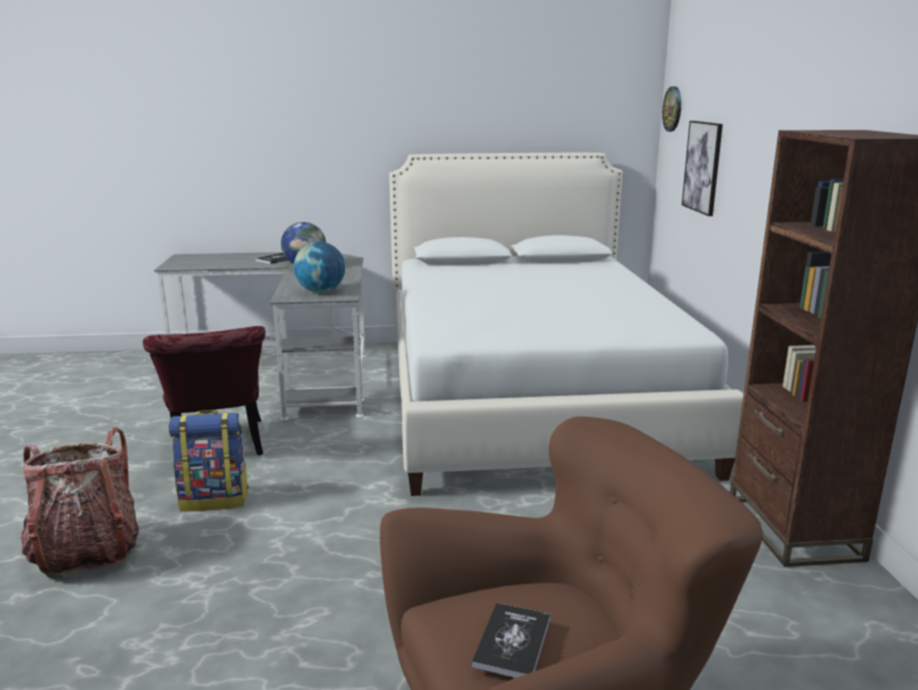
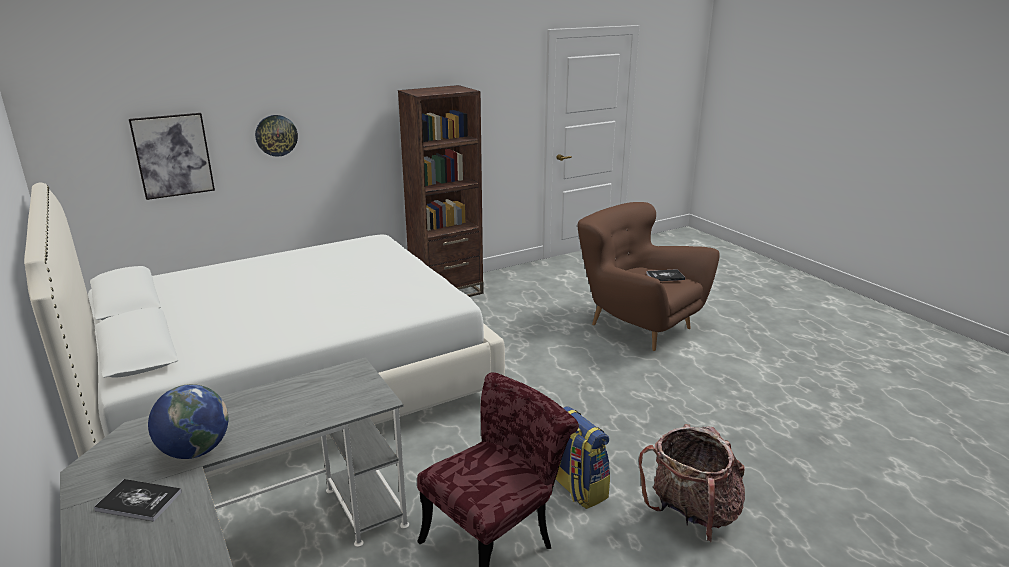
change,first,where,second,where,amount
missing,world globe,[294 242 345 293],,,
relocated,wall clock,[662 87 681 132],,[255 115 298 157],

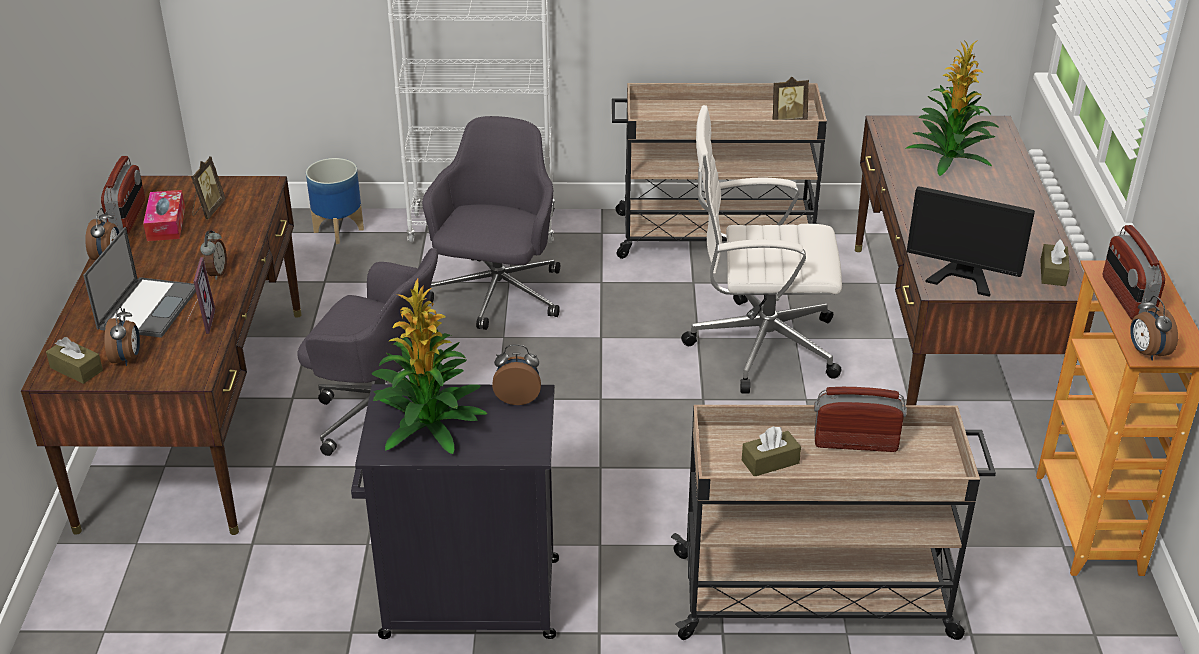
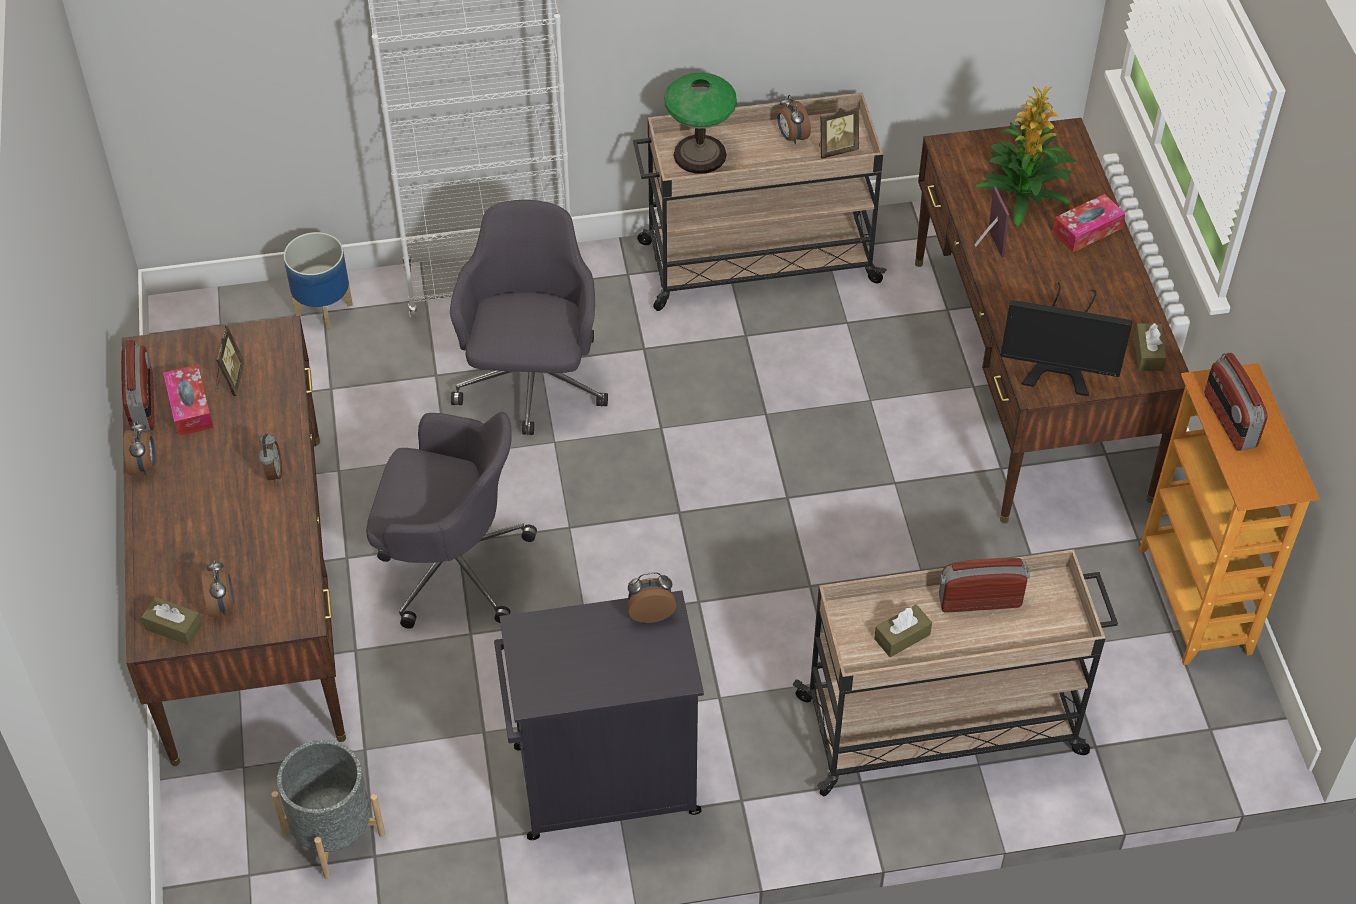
change,first,where,second,where,amount
missing,laptop,[83 227 196 338],,,
missing,plant in a pot,[372 279 488 454],,,
missing,computer chair (whitish),[681 105 842 394],,,
appeared,,,flower pot (grey),[271 740 385 879],
appeared,,,lamp for a table,[664 73 737 174],
appeared,,,tissue box,[1053 194 1126 252],
relocated,picture frame,[187 257 215 334],,[974 186 1009 257],
relocated,alarm clock,[1130 296 1178 361],,[777 95 811 144],

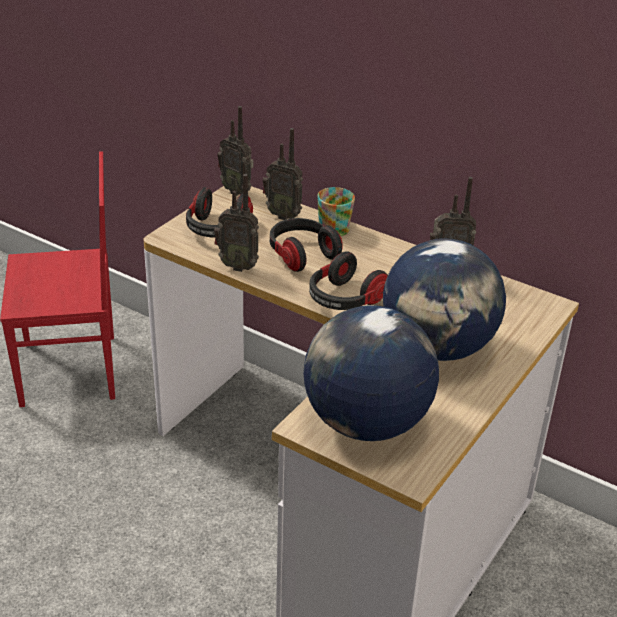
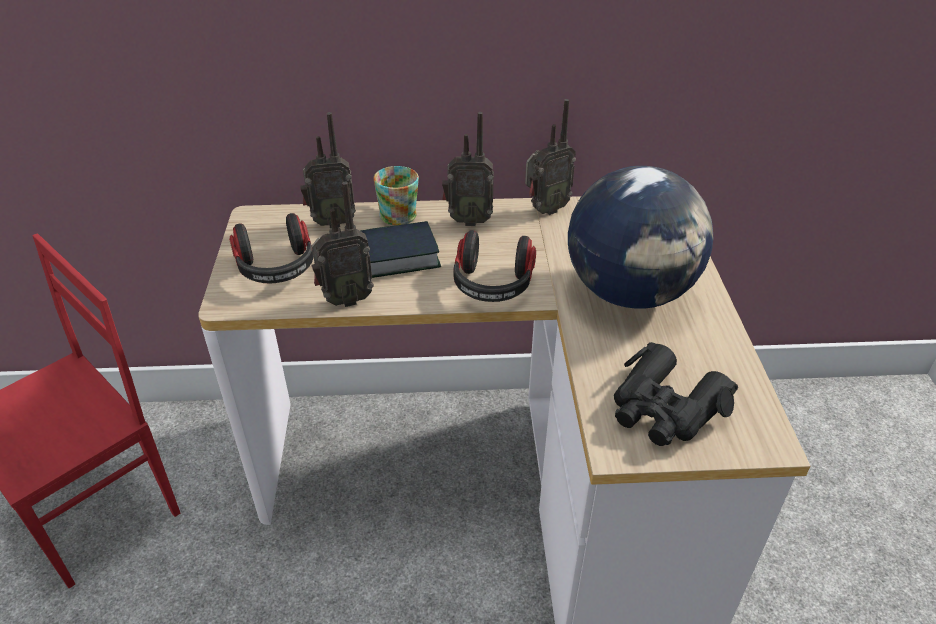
change,first,where,second,where,amount
relocated,radio set,[217 106 254 196],,[442 112 494 226],
exchanged,headset,[270 218 343 272],bound book,[360 221 441 278],
exchanged,world globe,[304 305 439 441],pair of binoculars (black-coloured),[614 342 738 446],

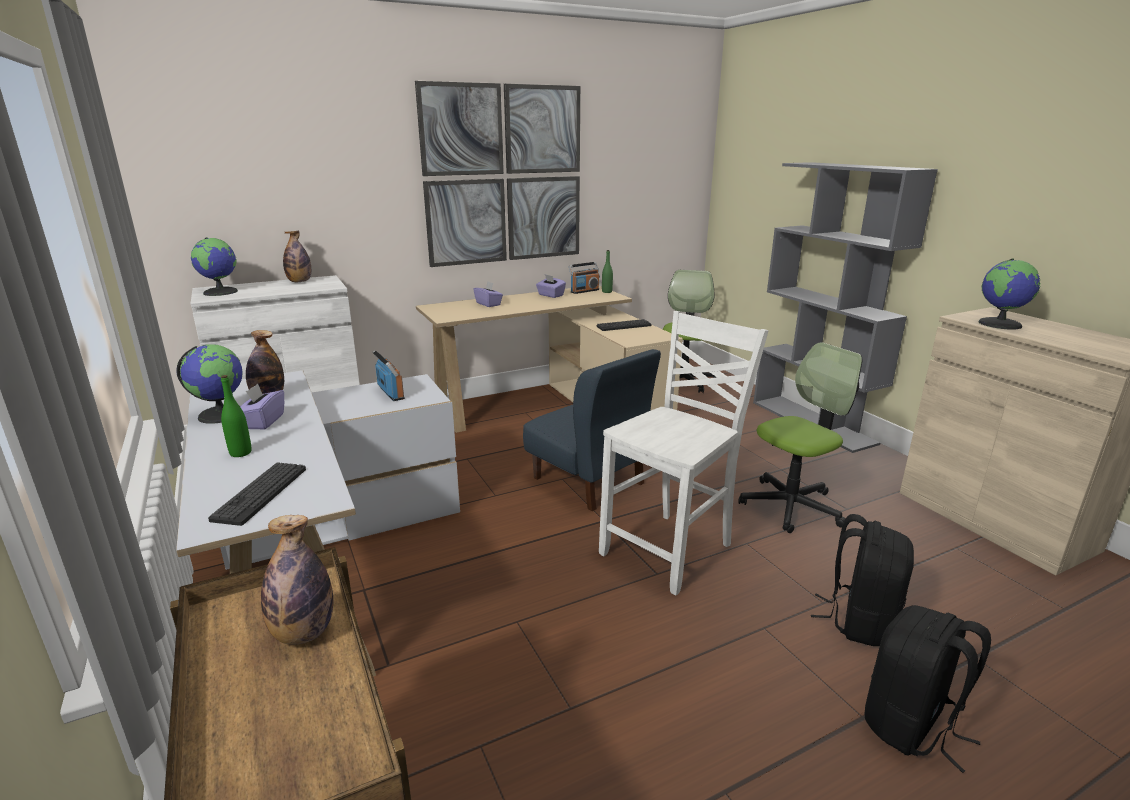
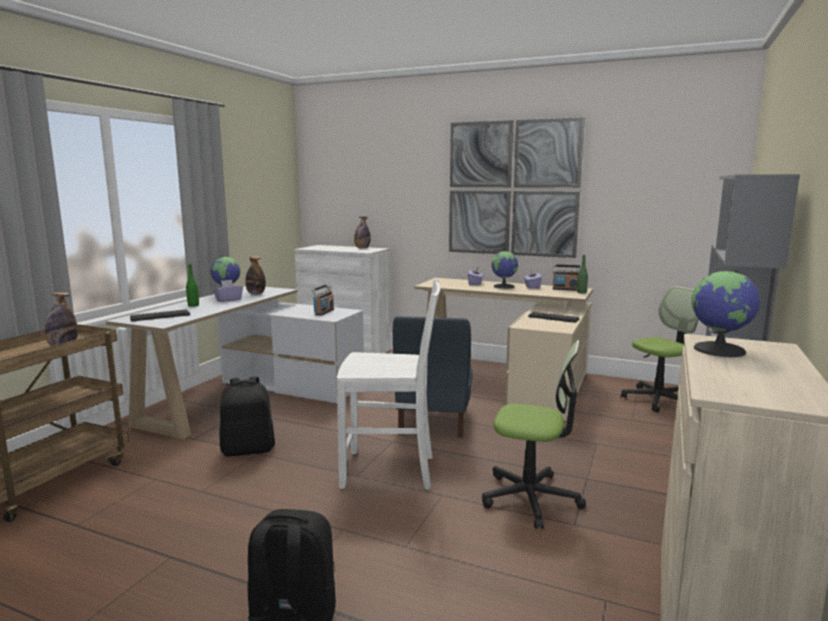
change,first,where,second,where,amount
relocated,world globe,[191 237 238 296],,[492 251 518 289],
relocated,knapsack (black-coloured),[811 514 914 646],,[219 376 275 457],

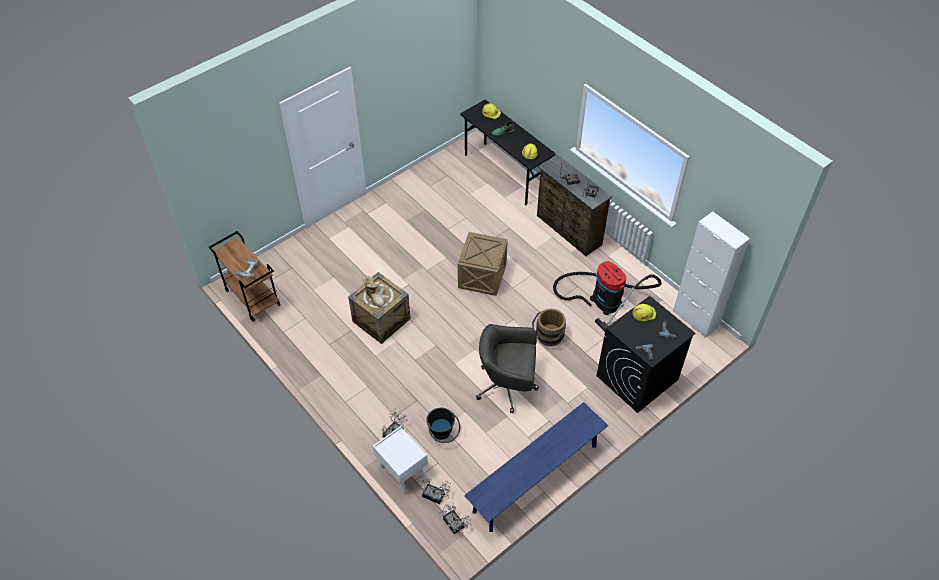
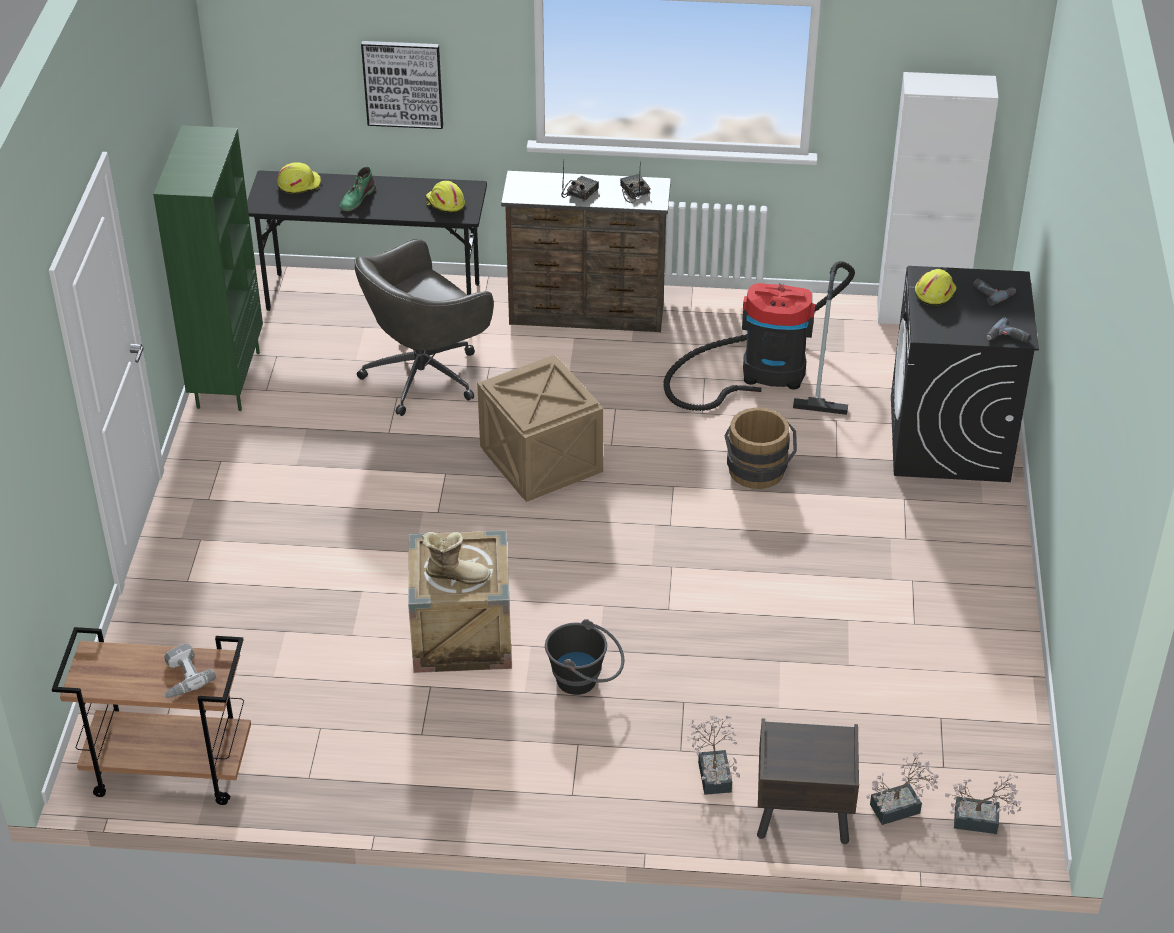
change,first,where,second,where,amount
missing,indoor bench (bluish),[464 402 608 532],,,
appeared,,,bookshelf (green),[153 125 263 411],
appeared,,,wall picture,[361 41 443 129],
relocated,bucket (black-coloured),[426 408 460 443],,[545 619 624 695],
relocated,computer chair (grey),[476 324 539 413],,[354 239 494 416],
colour,night table (whitish),[373 426 428 493],night table (brown-coloured),[757 718 859 844],

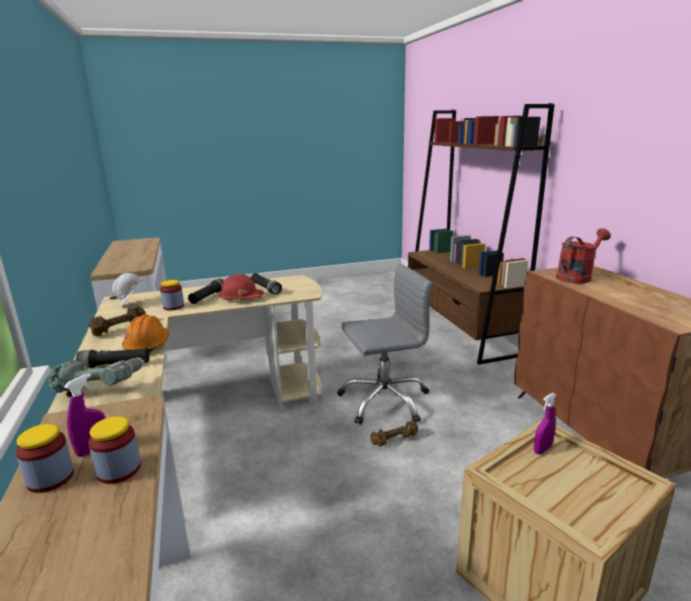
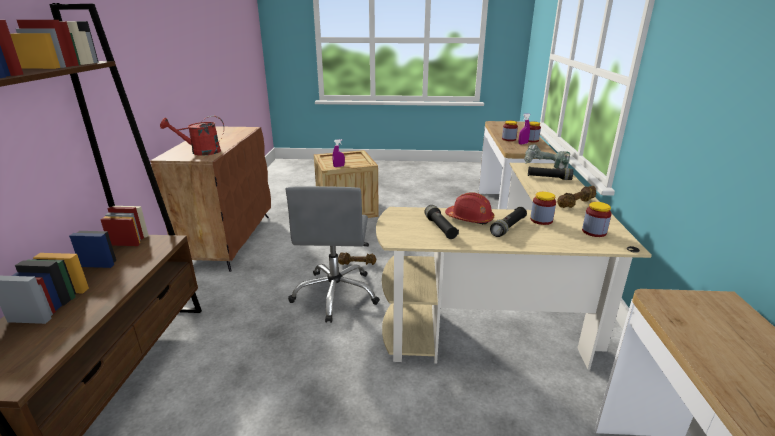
change,first,where,second,where,amount
missing,safety helmet (orange),[122 315 169 352],,,
exchanged,safety helmet (whitish),[112 273 144 307],storage jar,[582 202 612 237],
spun,computer chair (grey),[337 263 432 425],,[286 186 380 323],90 degrees counterclockwise

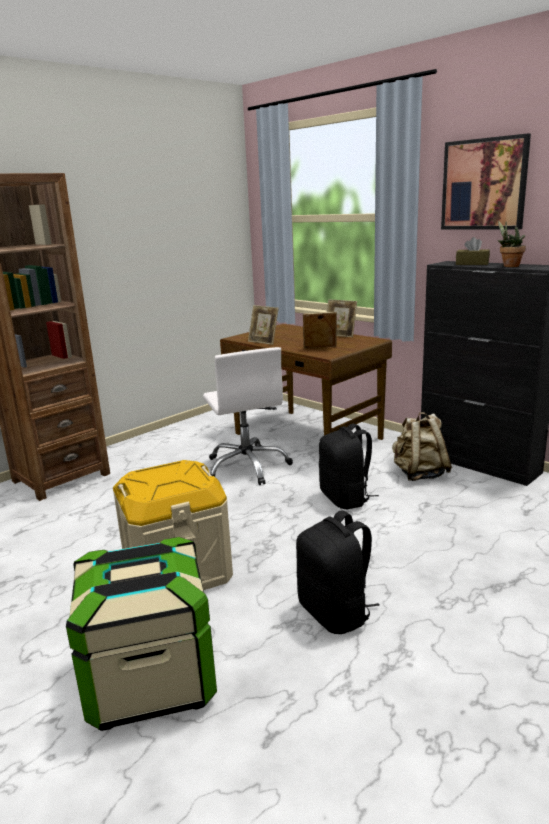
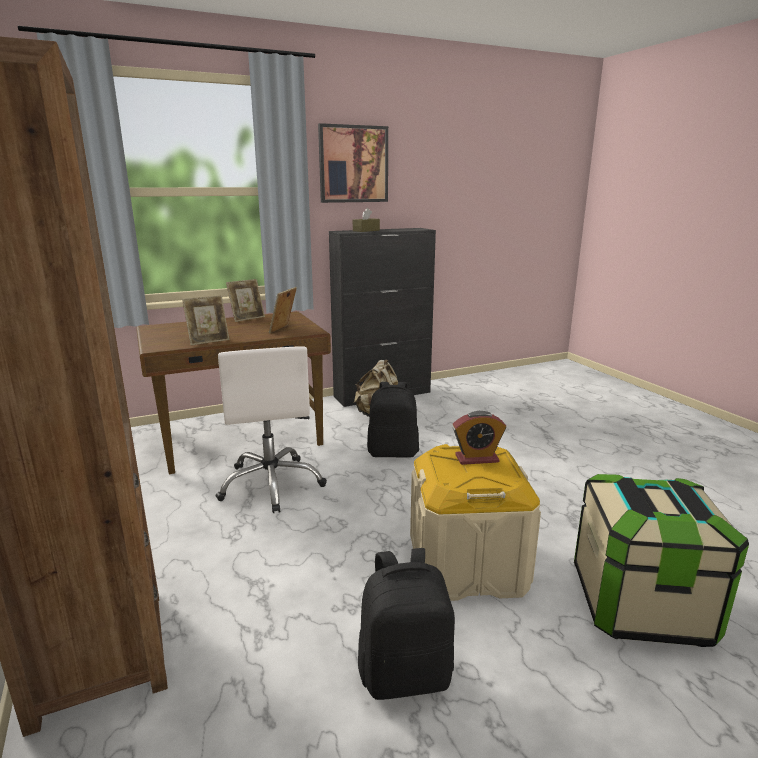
change,first,where,second,where,amount
missing,plant in a pot,[498 220 526 267],,,
appeared,,,alarm clock,[452 411 506 465],
relocated,knapsack (black-coloured),[296 510 380 634],,[358 548 455 700],
spun,computer chair (whitish),[203 347 293 485],,[216 346 327 513],75 degrees clockwise

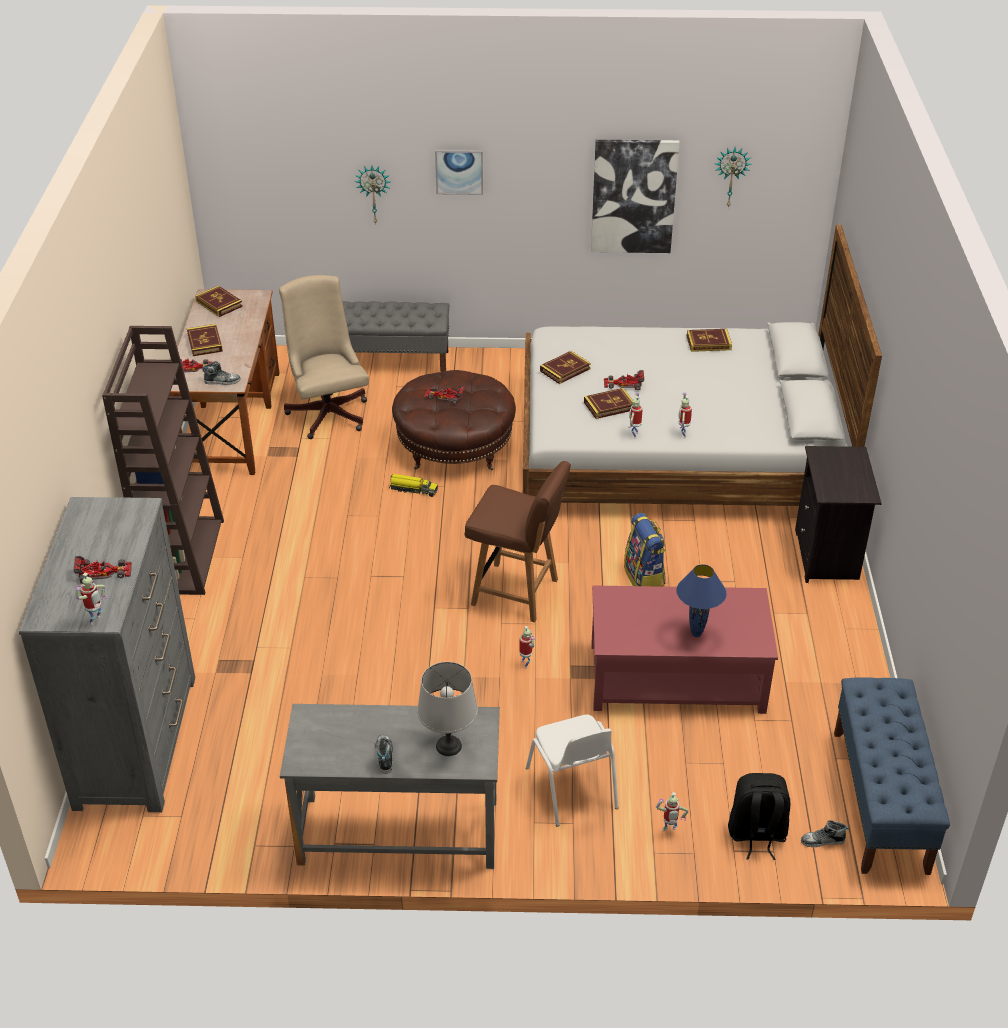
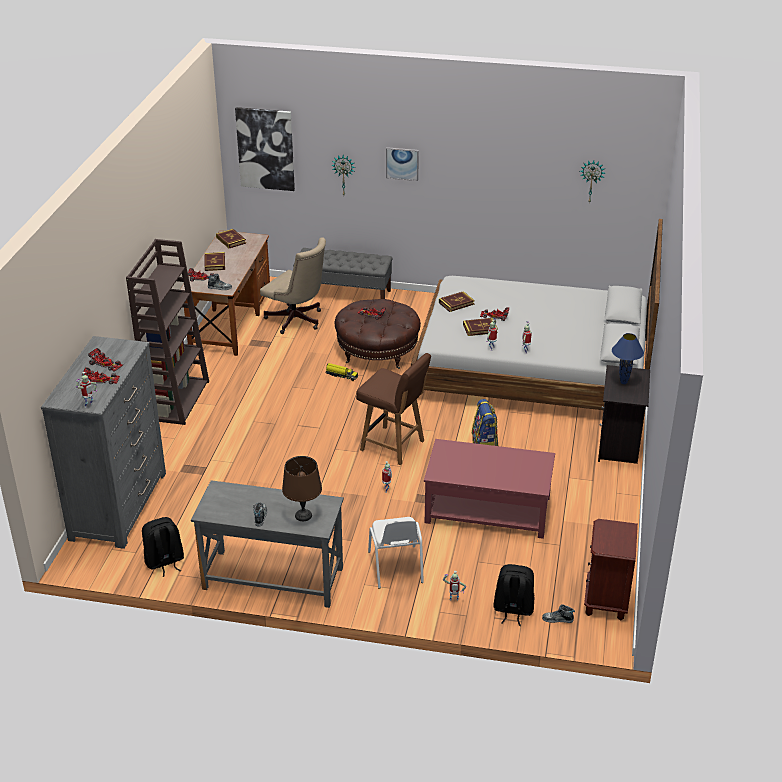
change,first,where,second,where,amount
missing,bound book,[687 329 732 352],,,
appeared,,,model car,[88 348 123 371],
appeared,,,knapsack (black-coloured),[142 517 184 577],
relocated,wall picture,[591 140 679 253],,[235 107 295 191],
relocated,lamp for a table (bluish),[676 564 727 637],,[612 333 644 384],
exchanged,indoor bench (bluish),[834 677 950 875],night table (brown-coloured),[584 519 638 621],
colour,lamp for a table (grey),[417 662 478 756],lamp for a table (brown-coloured),[282 456 322 521],
spun,computer chair (sand-coloured),[279 275 369 439],,[260 237 326 334],135 degrees clockwise

